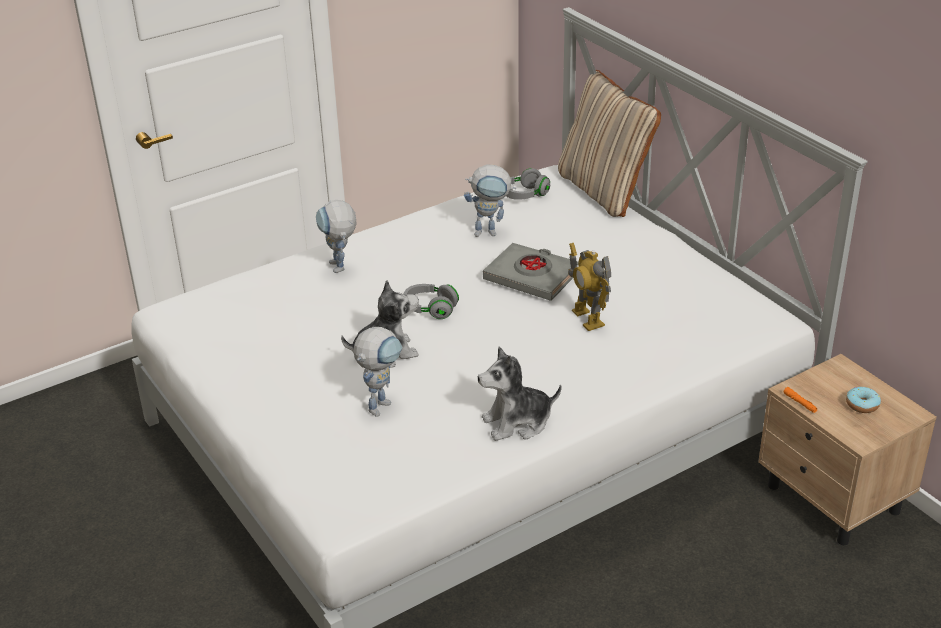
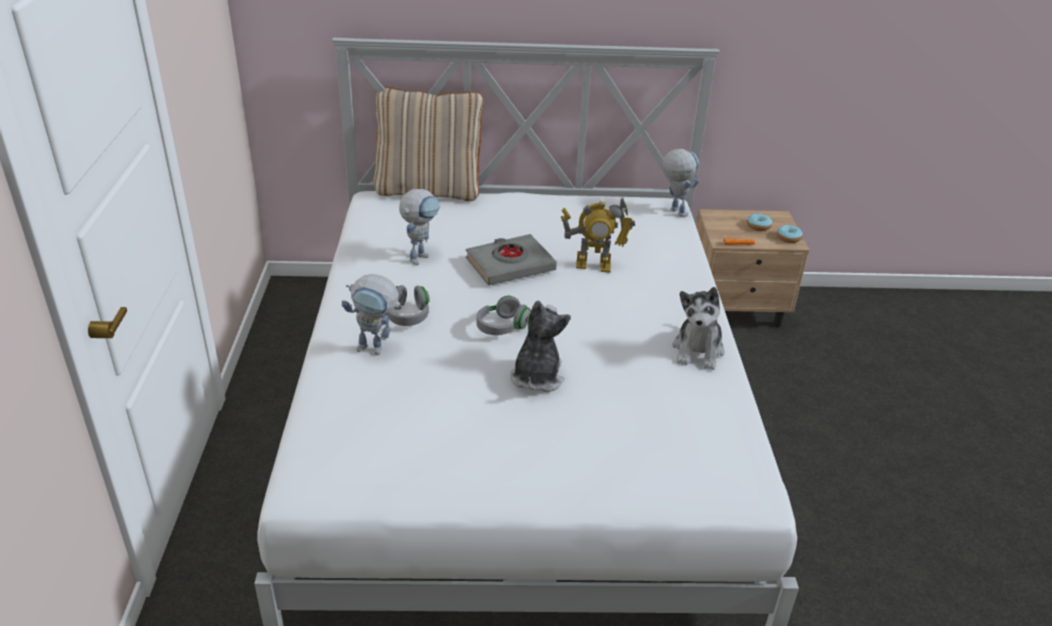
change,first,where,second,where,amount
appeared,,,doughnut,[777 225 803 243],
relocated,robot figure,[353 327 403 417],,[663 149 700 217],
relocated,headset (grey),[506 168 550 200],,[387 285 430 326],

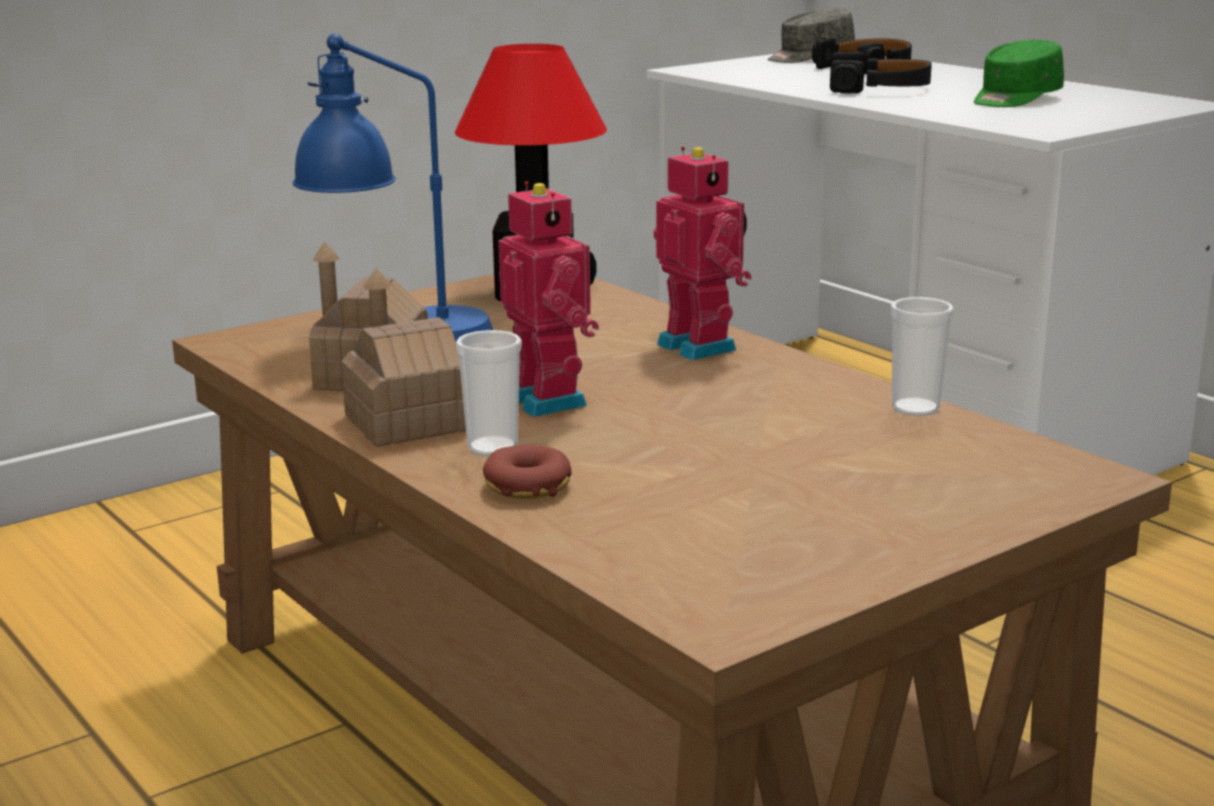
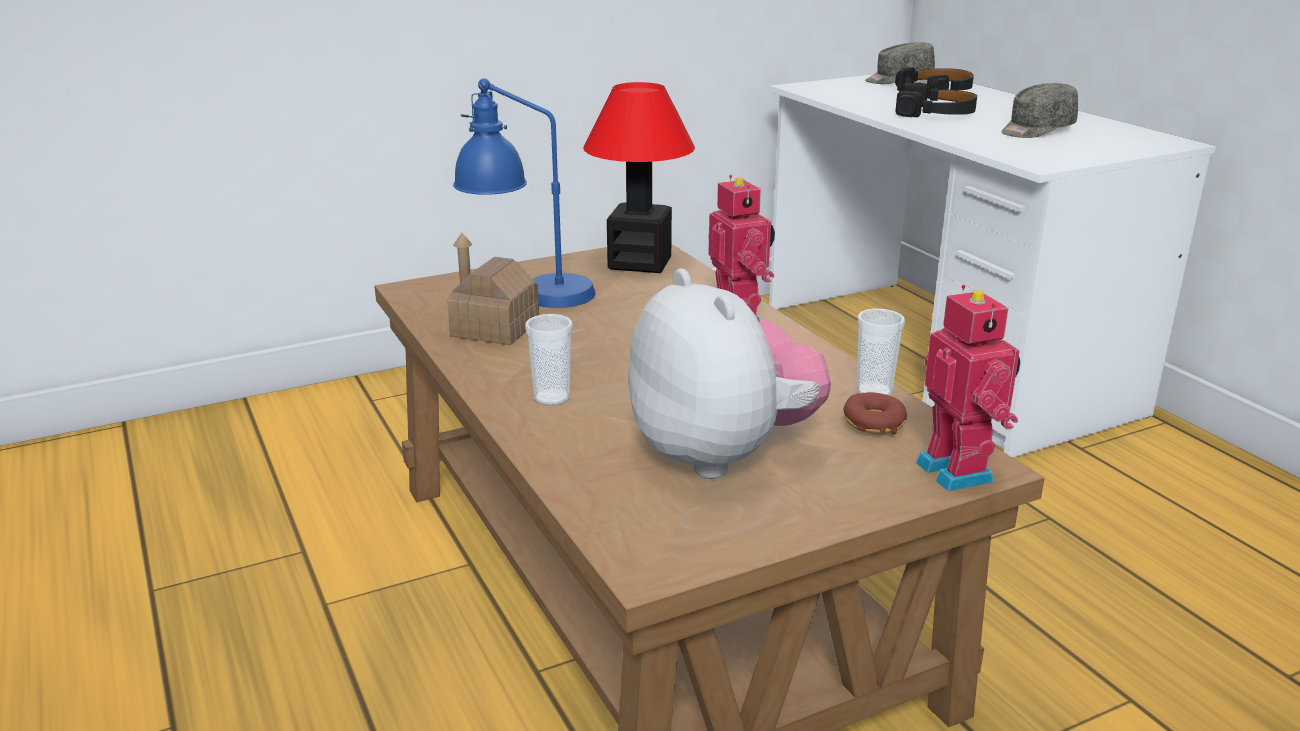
change,first,where,second,where,amount
missing,miniature house,[342 268 466 447],,,
appeared,,,cuddly toy,[628 268 831 479],
relocated,doughnut,[483 444 572 499],,[844 392 907 434],
relocated,robot figure,[499 181 599 417],,[916 285 1020 491],
colour,baseball cap (green),[974 40 1064 107],baseball cap (grey),[1001 83 1078 138],

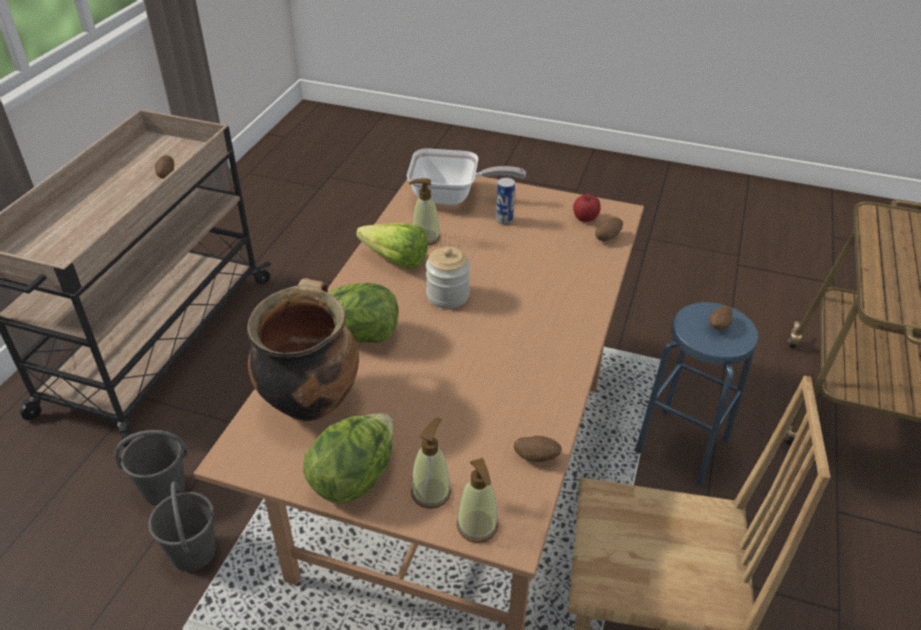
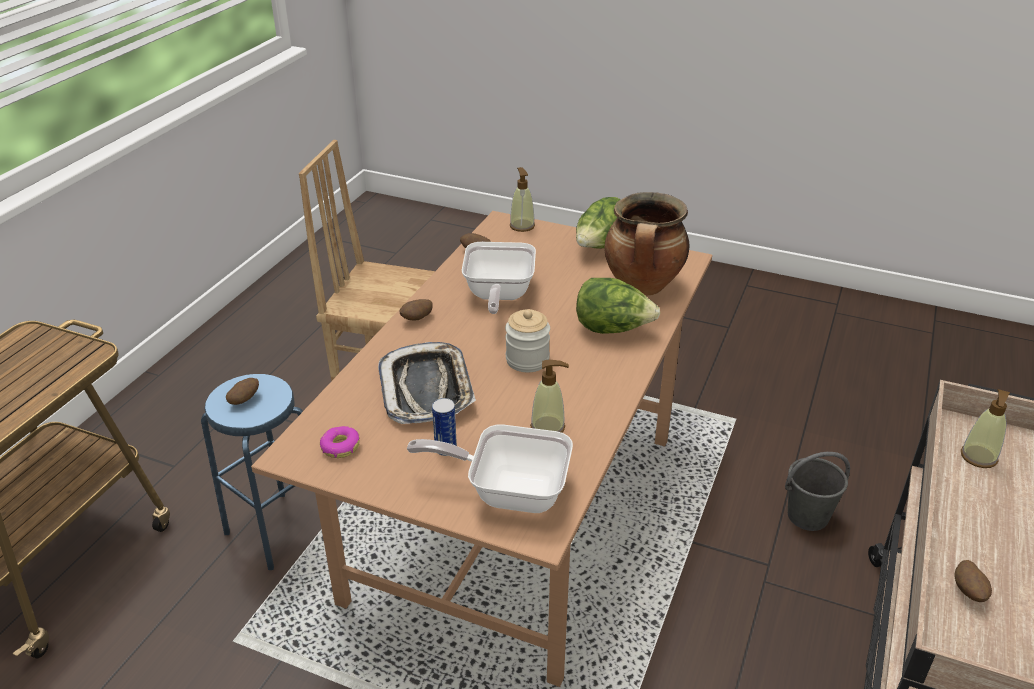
change,first,where,second,where,amount
missing,bucket (grey),[148 481 216 571],,,
missing,lettuce head,[356 223 428 269],,,
appeared,,,serving tray,[378 342 476 424],
appeared,,,skillet,[462 242 536 314],
relocated,soap dispenser,[411 417 451 509],,[961 389 1010 468],
relocated,whole potato,[595 218 623 241],,[399 299 433 321],
exchanged,apple,[573 194 601 222],doughnut,[320 426 360 458],

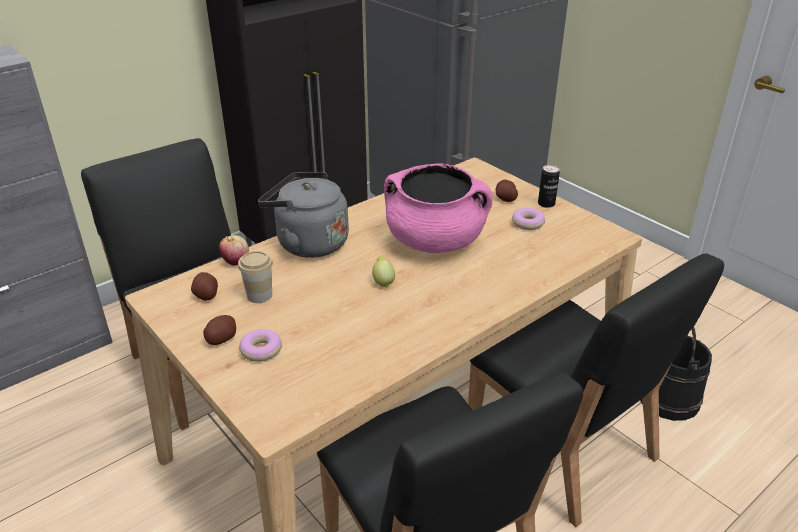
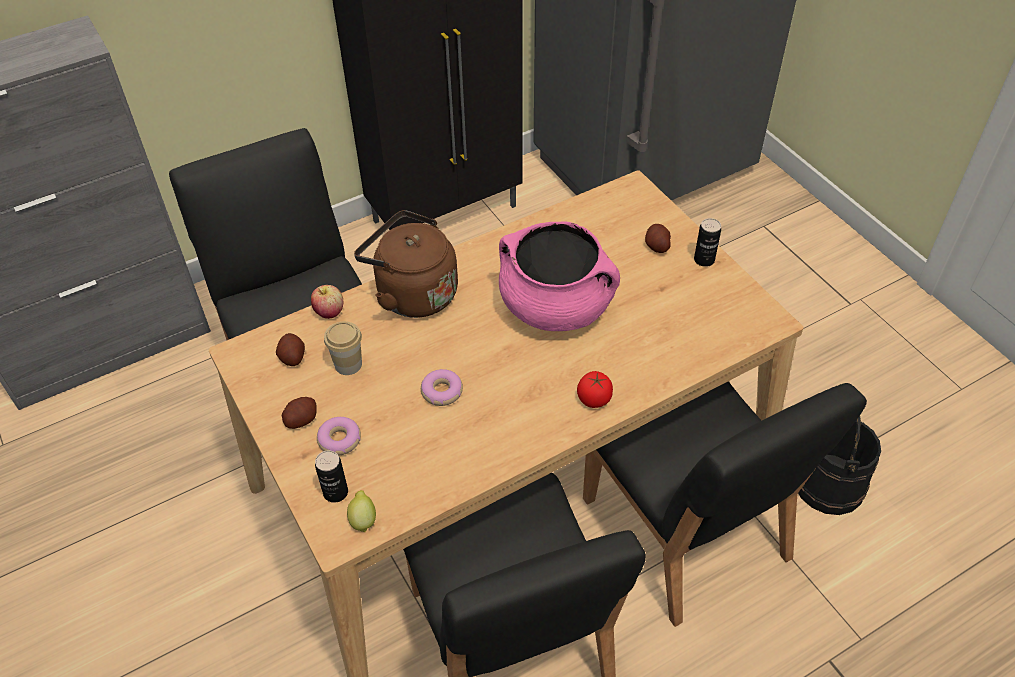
change,first,where,second,where,amount
appeared,,,sealed can,[315 450 348 503],
appeared,,,fresh tomato,[577 371 613 408],
relocated,whole lemon,[372 256 395 288],,[347 490 376 533],
relocated,doughnut,[512 208 545 230],,[421 369 463 406],
colour,water kettle (grey),[258 172 349 258],water kettle (brown-coloured),[354 210 458 318],

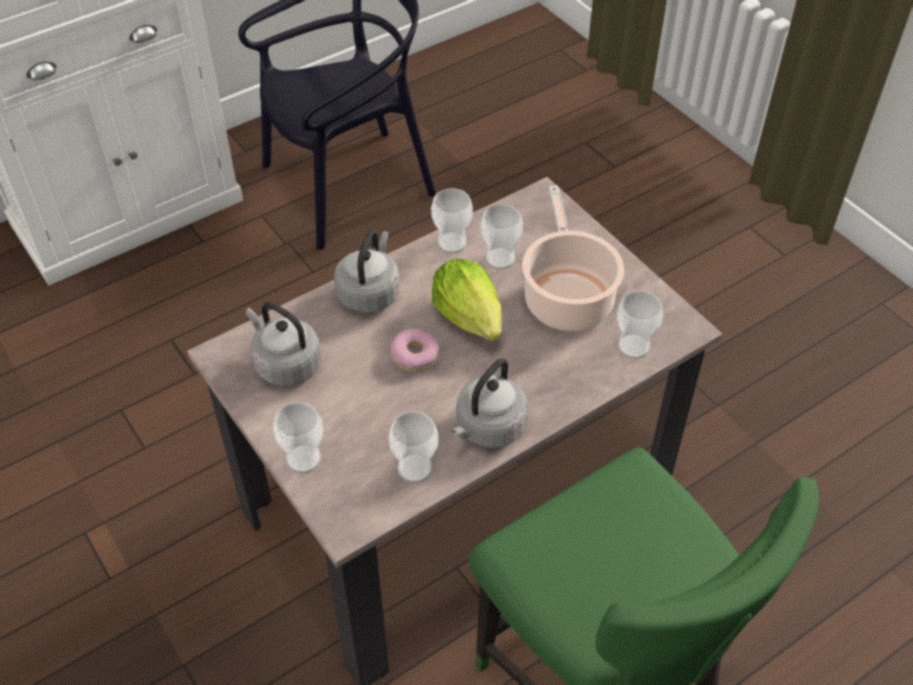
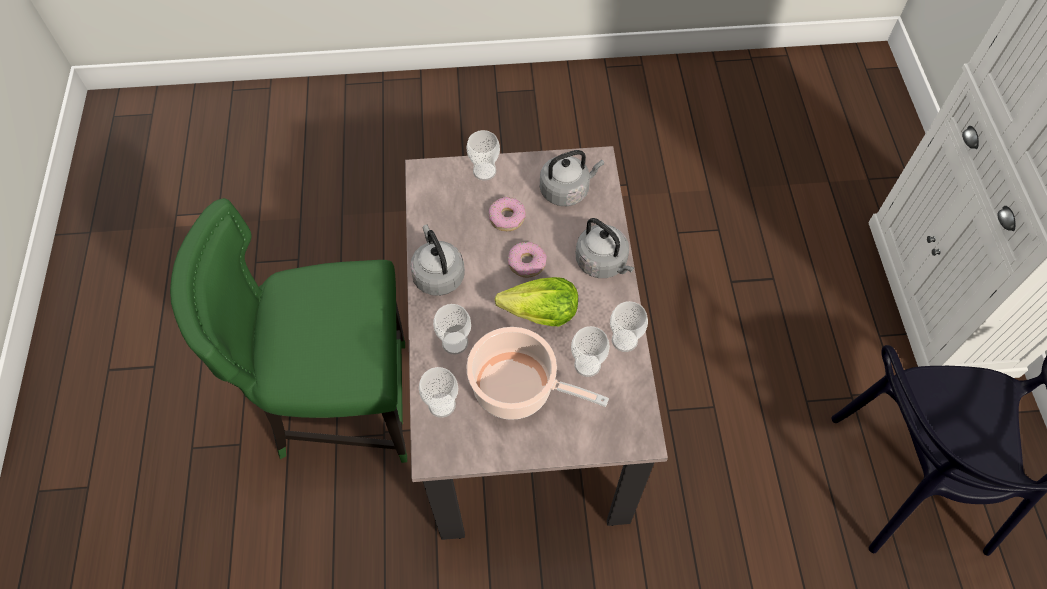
change,first,where,second,where,amount
appeared,,,doughnut,[489 197 526 231],
relocated,small cup,[389 411 438 483],,[433 304 471 355],

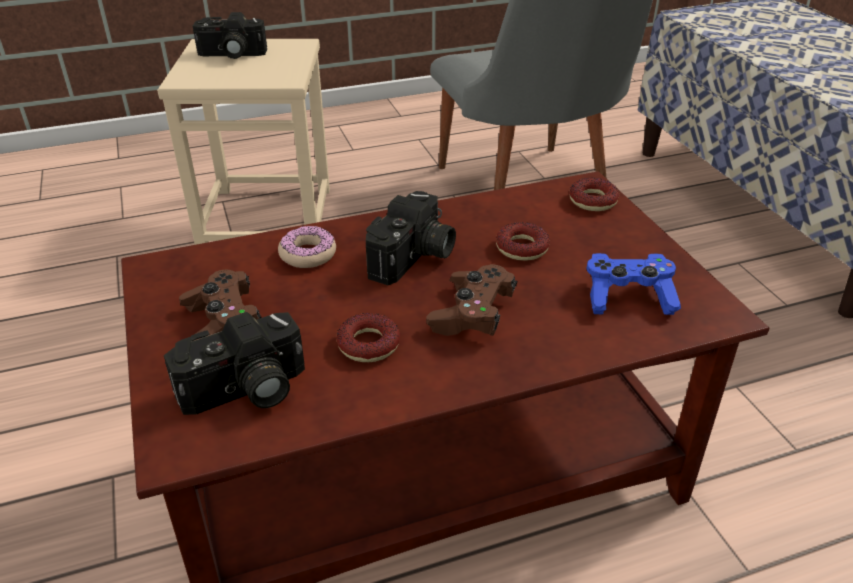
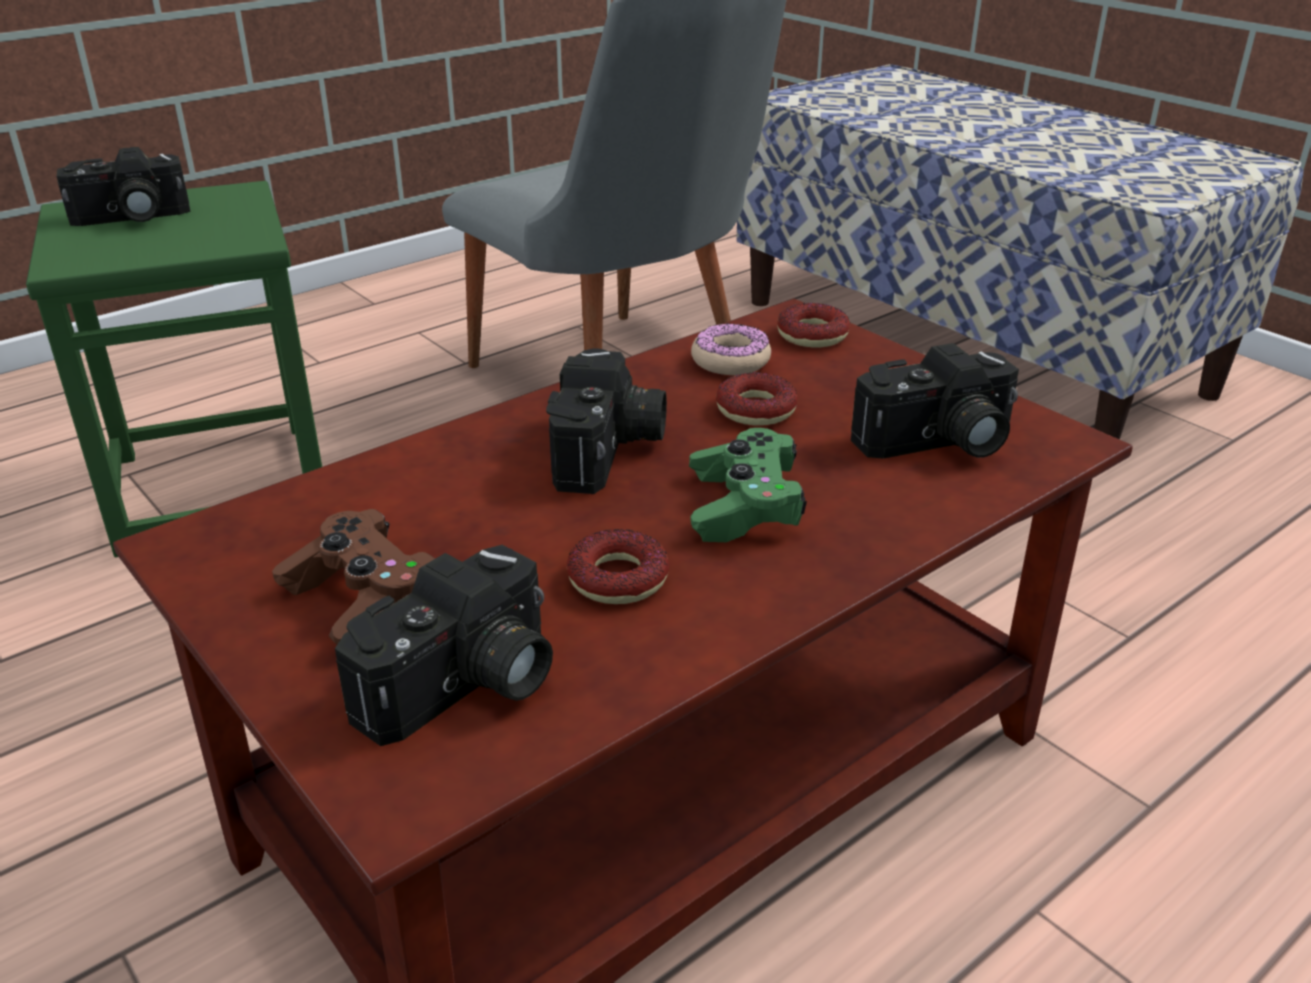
change,first,where,second,where,amount
relocated,doughnut,[278 225 336 268],,[691 323 771 375],
exchanged,joypad (bluish),[586 253 681 315],still camera,[851 343 1019 459],
colour,stool seat (sand-coloured),[157 39 330 245],stool seat (green),[26 181 322 557],
colour,joypad (brown-coloured),[426 264 518 336],joypad (green),[689 428 807 542],

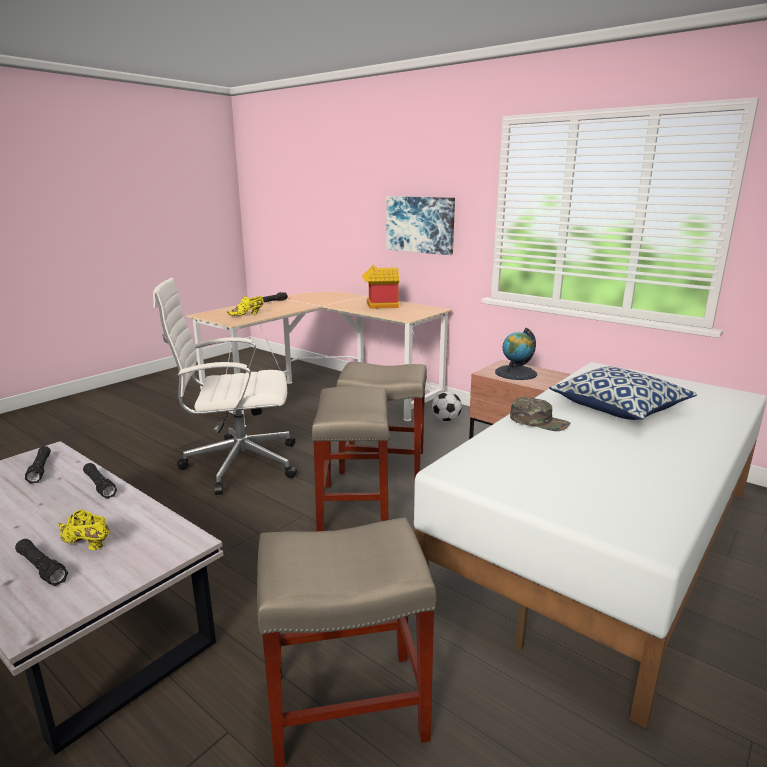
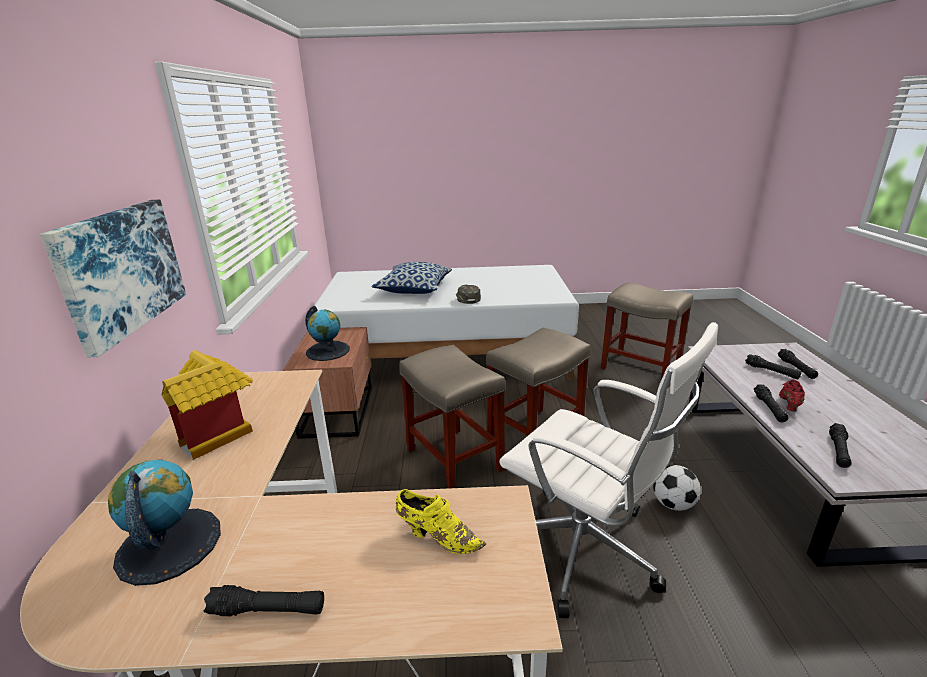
change,first,where,second,where,amount
appeared,,,world globe,[108 460 221 586],
appeared,,,shoe (red-coloured),[779 380 805 412],
relocated,football,[432 391 462 421],,[653 465 701 511],
exchanged,shoe (yellow-coloured),[58 510 109 550],flashlight (black-coloured),[745 354 801 380],

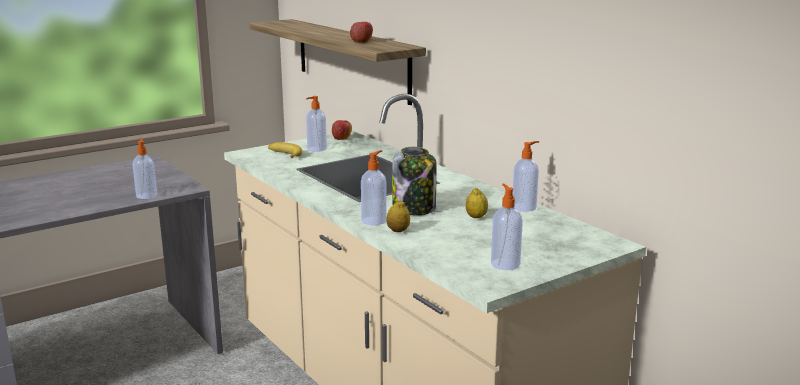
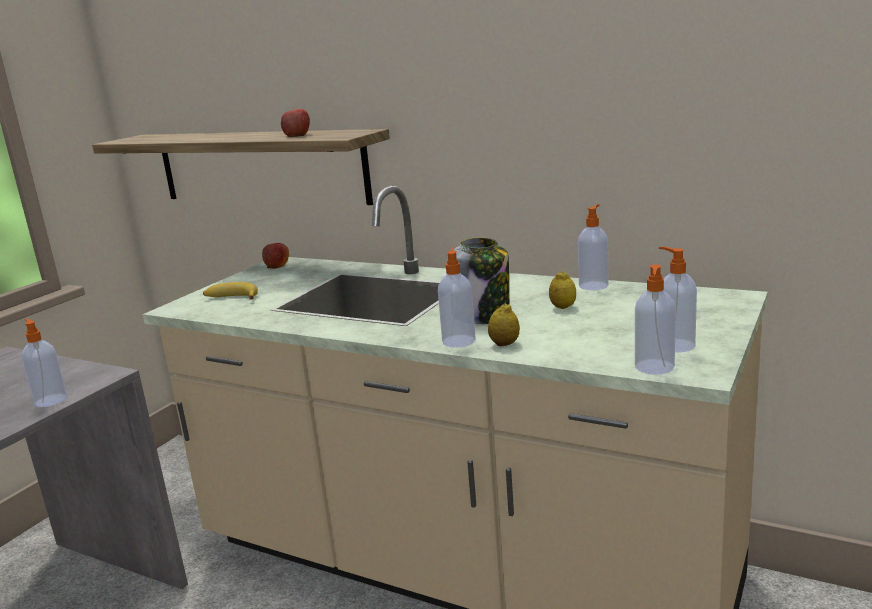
change,first,where,second,where,amount
relocated,soap dispenser,[306 96 327 152],,[635 265 676 375],

